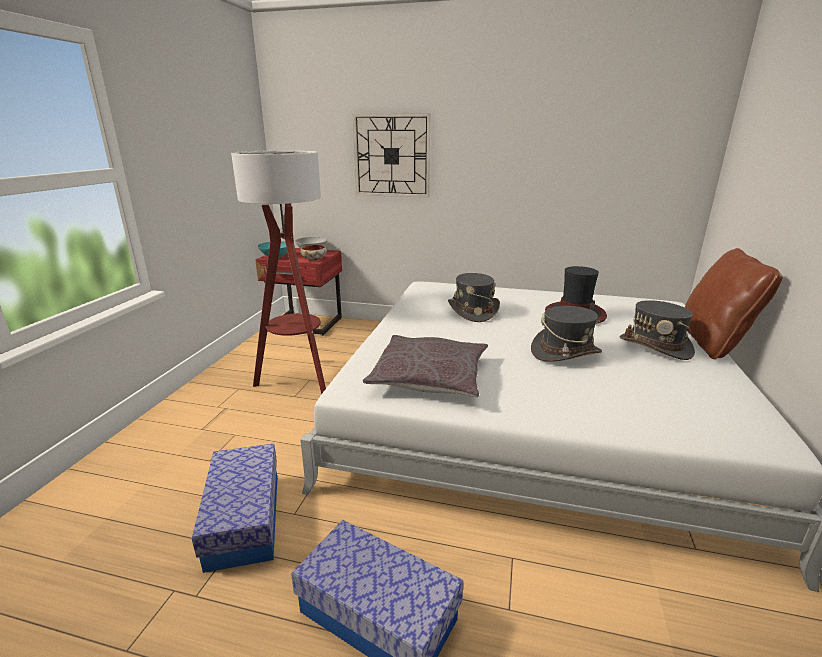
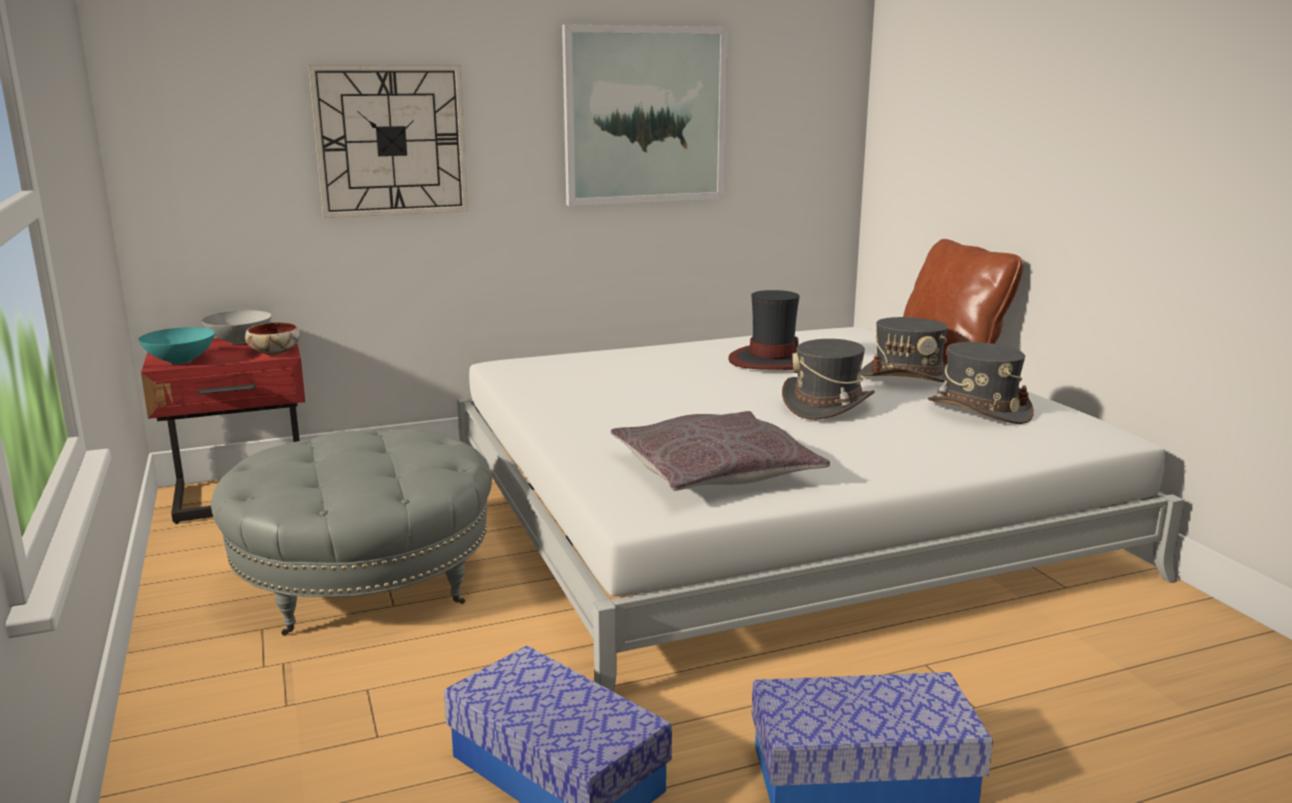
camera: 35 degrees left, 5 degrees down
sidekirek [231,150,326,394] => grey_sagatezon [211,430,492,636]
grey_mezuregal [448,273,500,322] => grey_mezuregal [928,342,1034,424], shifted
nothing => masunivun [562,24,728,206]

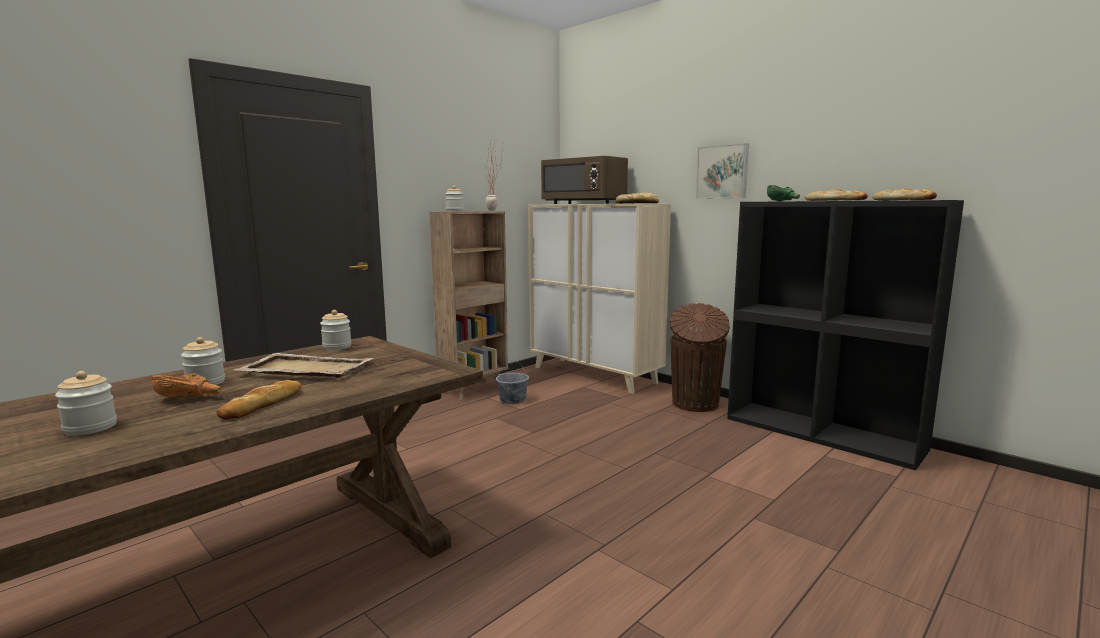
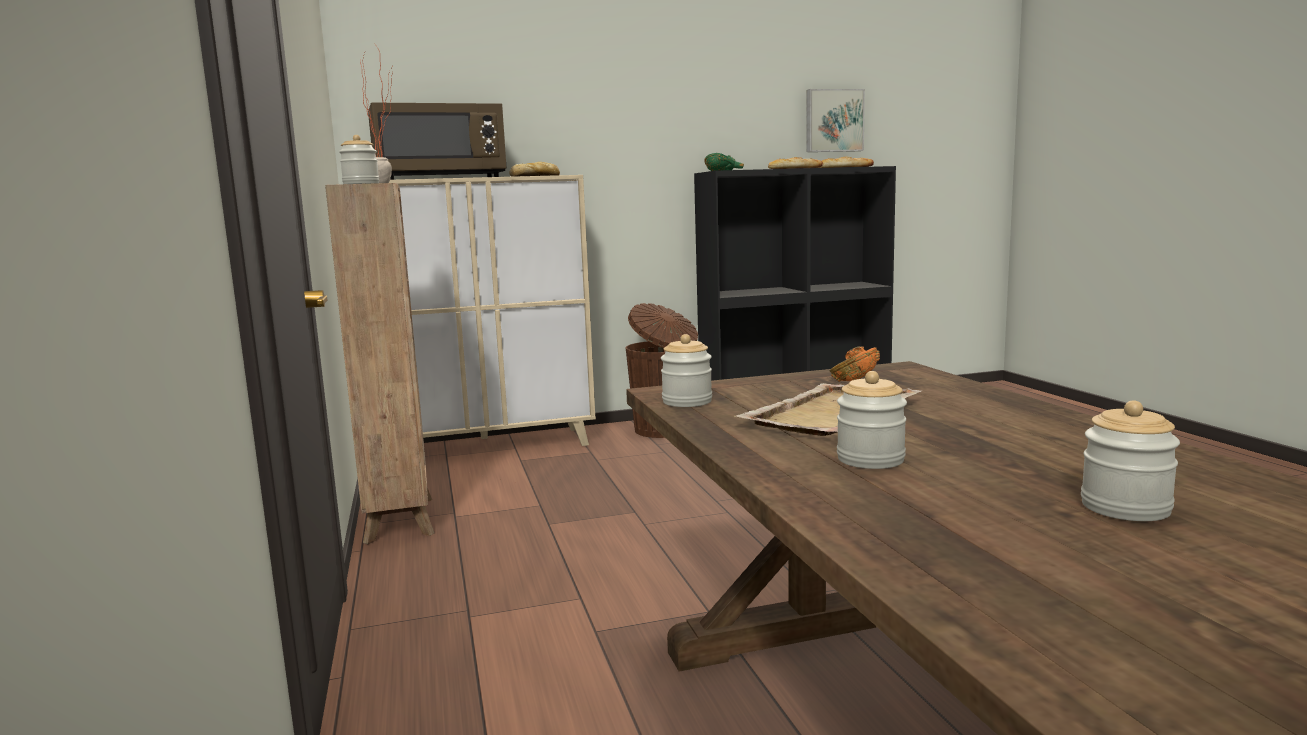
camera: 60 degrees left, 0 degrees up
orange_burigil [151,373,221,397] => orange_burigil [829,346,880,382], shifted
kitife [217,380,302,419] => nothing
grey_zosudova [496,361,529,404] => nothing
masunivun [696,143,749,199] => masunivun [807,89,865,152], shifted

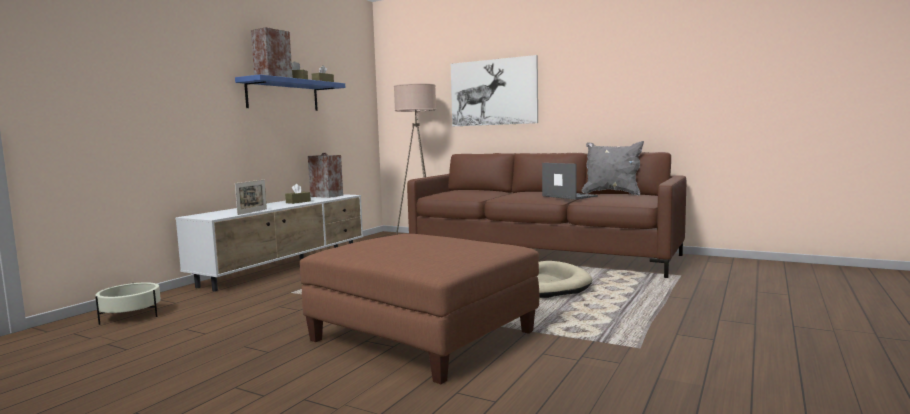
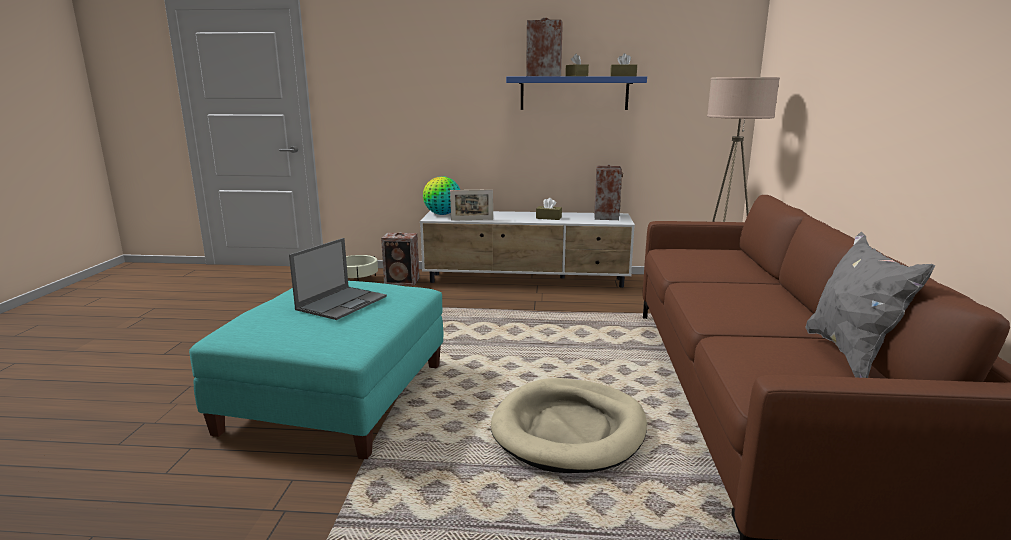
camera: 65 degrees right, 10 degrees up
brown_sagatezon [300,234,539,384] => turquoise_sagatezon [189,281,444,460]
masunivun [451,55,538,126] => nothing
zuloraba [542,163,598,200] => zuloraba [289,238,387,320], shifted
nothing => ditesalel [381,233,419,286]
nothing => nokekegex [423,176,460,215]

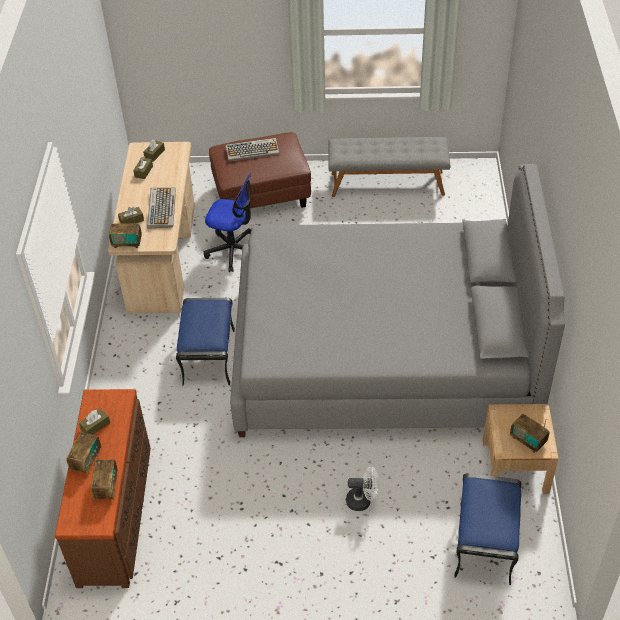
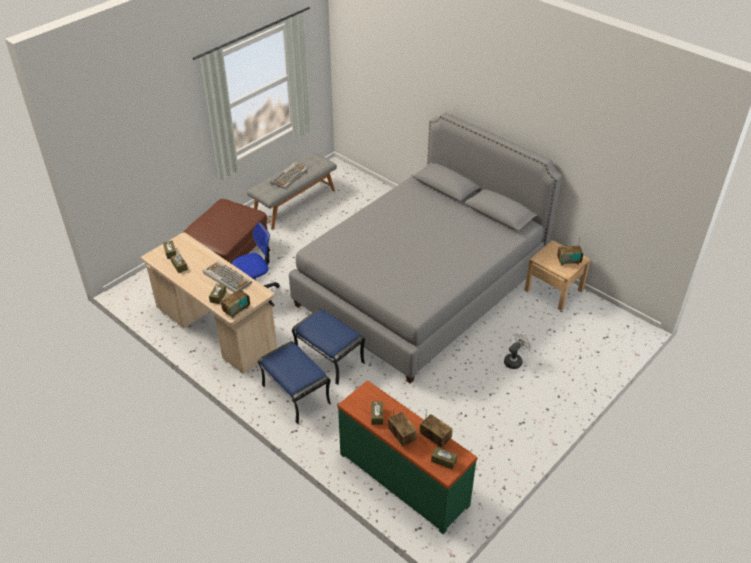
camera: 50 degrees left, 5 degrees down
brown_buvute [55,389,151,588] => green_buvute [337,380,477,534]
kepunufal [225,138,279,161] => kepunufal [270,162,308,189], shifted
blue_sagatezon [454,473,521,585] => blue_sagatezon [258,341,331,424], shifted
nothing => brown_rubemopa [431,447,457,469]

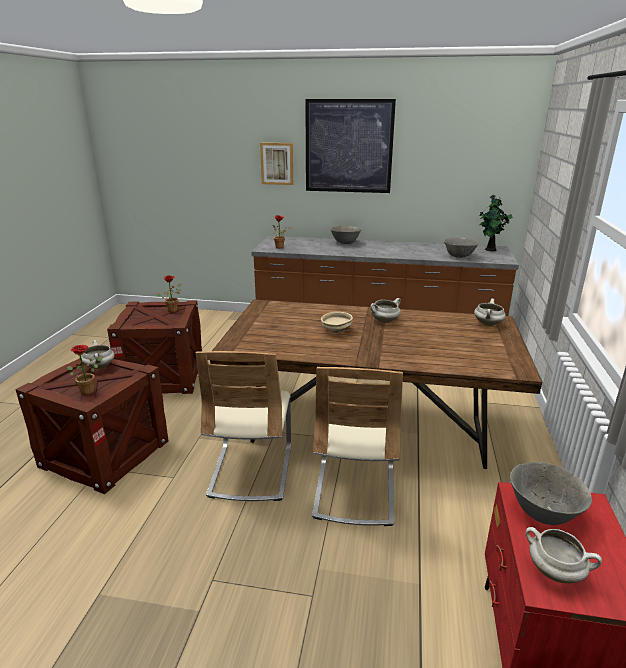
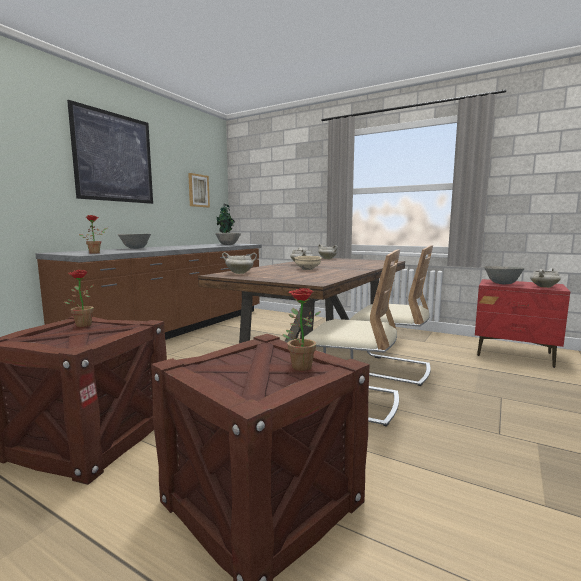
camera: 70 degrees left, 15 degrees down
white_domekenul [81,340,115,369] => white_domekenul [222,252,257,274], shifted
masunivun [260,143,293,185] => masunivun [188,173,210,207], shifted

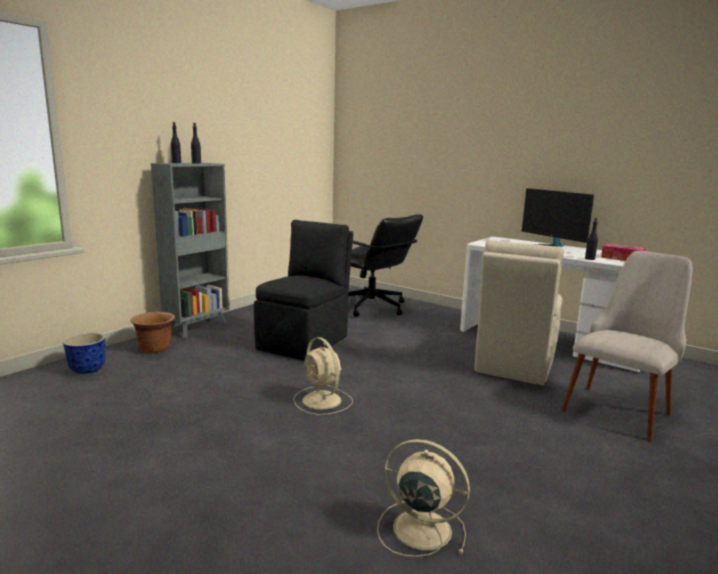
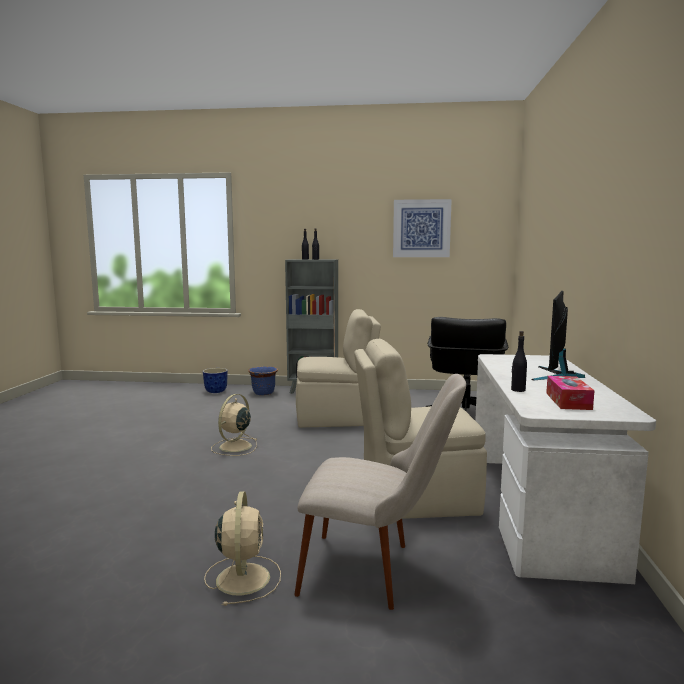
camera: 60 degrees right, 5 degrees down
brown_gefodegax [131,311,175,353] => blue_gefodegax [248,366,278,395]
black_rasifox [254,220,353,361] => beige_rasifox [296,309,381,428]
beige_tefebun [377,439,470,557] => beige_tefebun [204,491,281,606], shifted
nothing => masunivun [393,199,452,257]

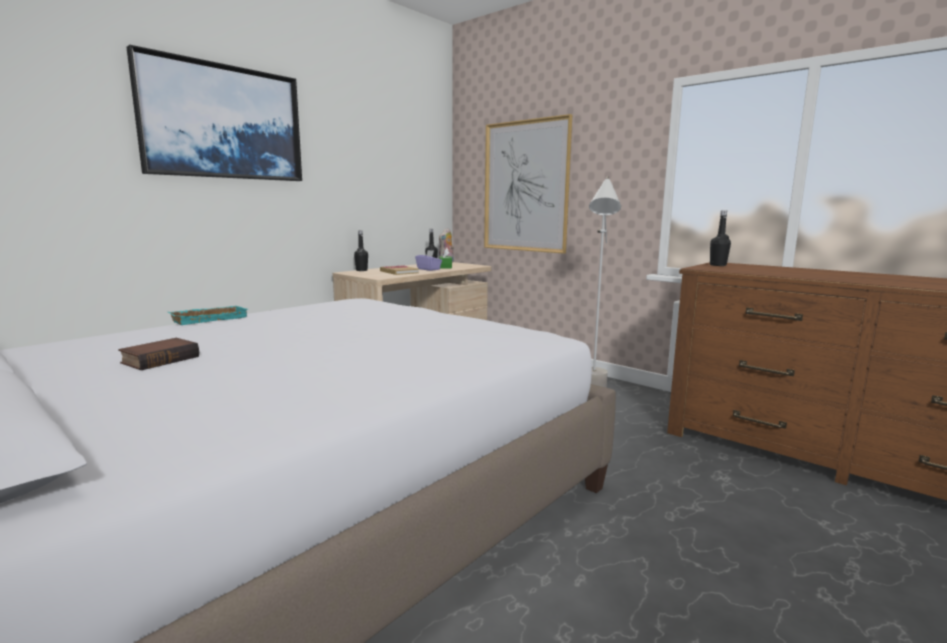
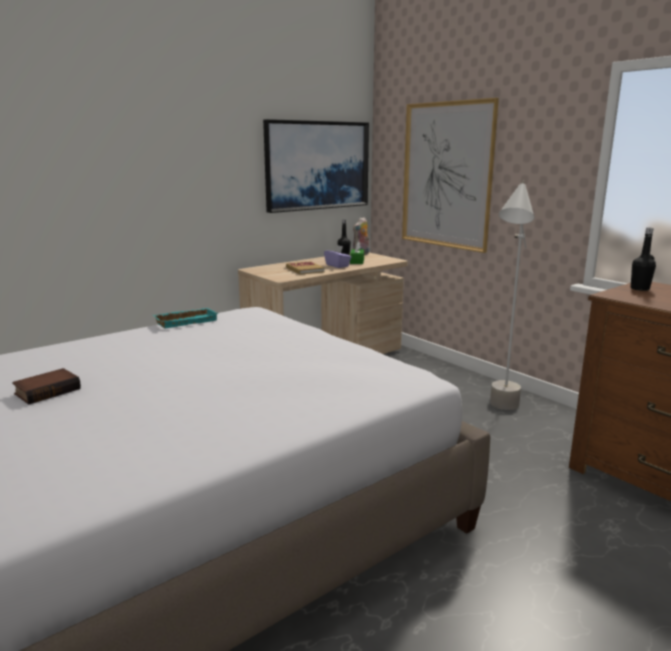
camera: 10 degrees right, 5 degrees up
masunivun [126,45,302,181] => masunivun [263,119,369,213], shifted
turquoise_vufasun [167,306,248,325] => turquoise_vufasun [153,308,218,328], shifted
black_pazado [354,230,368,271] => nothing

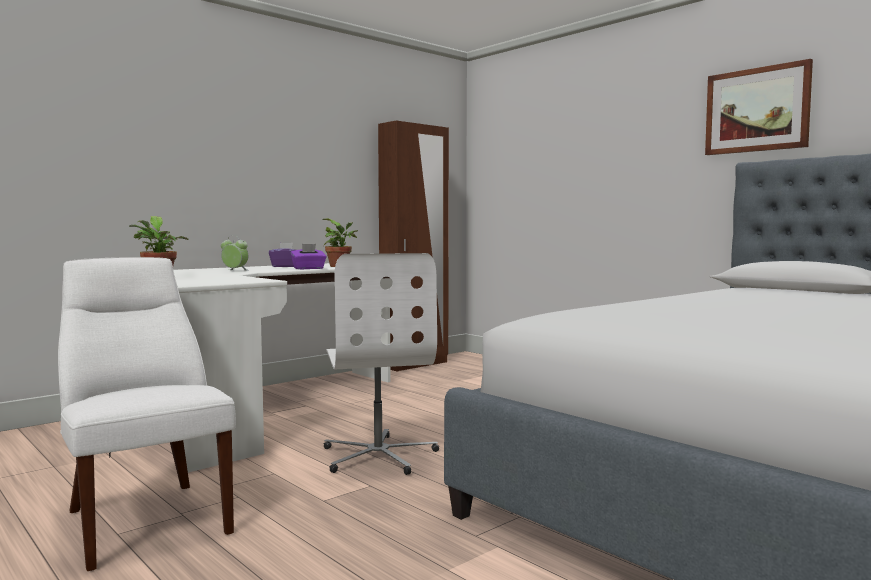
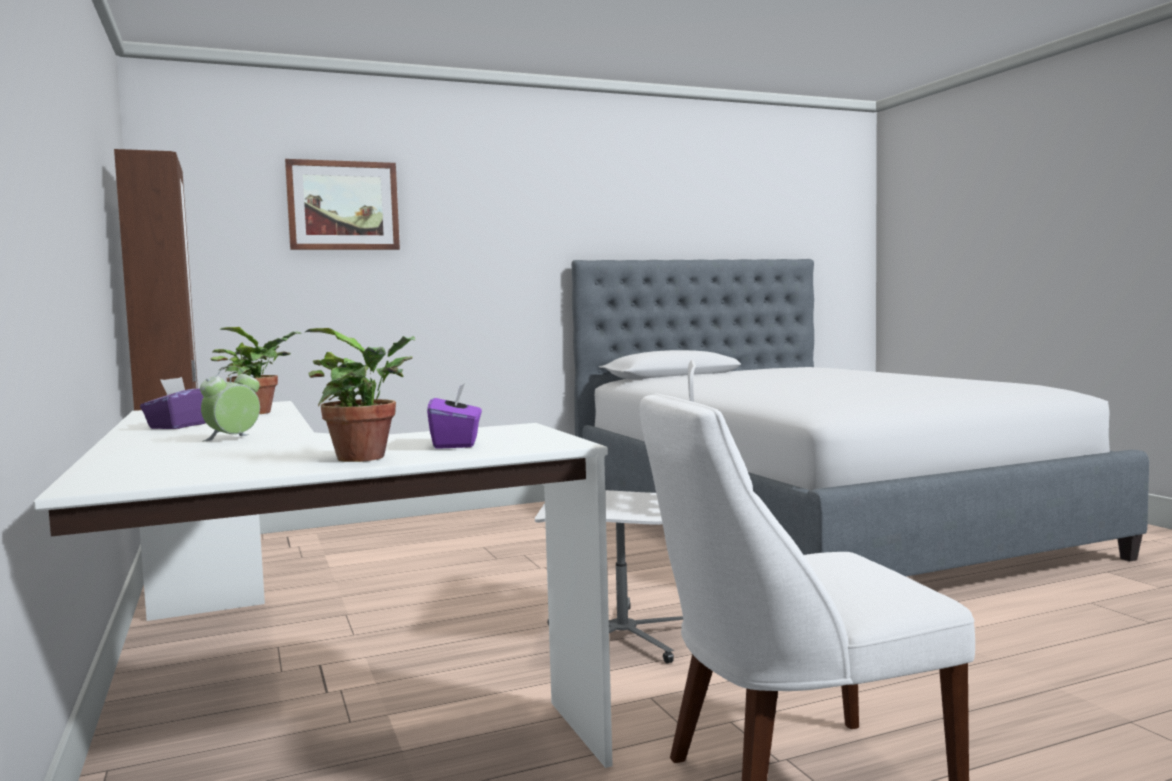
camera: 70 degrees left, 0 degrees up
purple_rubemopa [291,244,326,269] => purple_rubemopa [427,383,482,449], shifted
masunivun [705,59,813,155] => masunivun [285,159,400,250], shifted

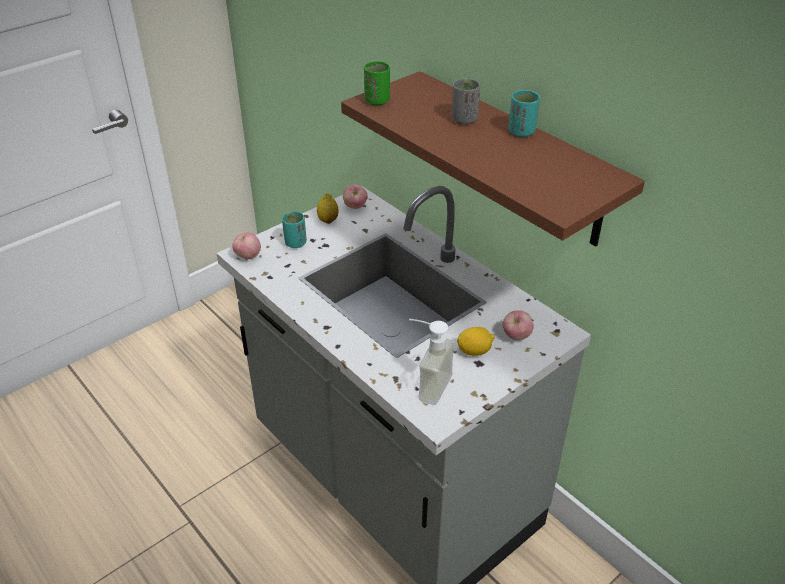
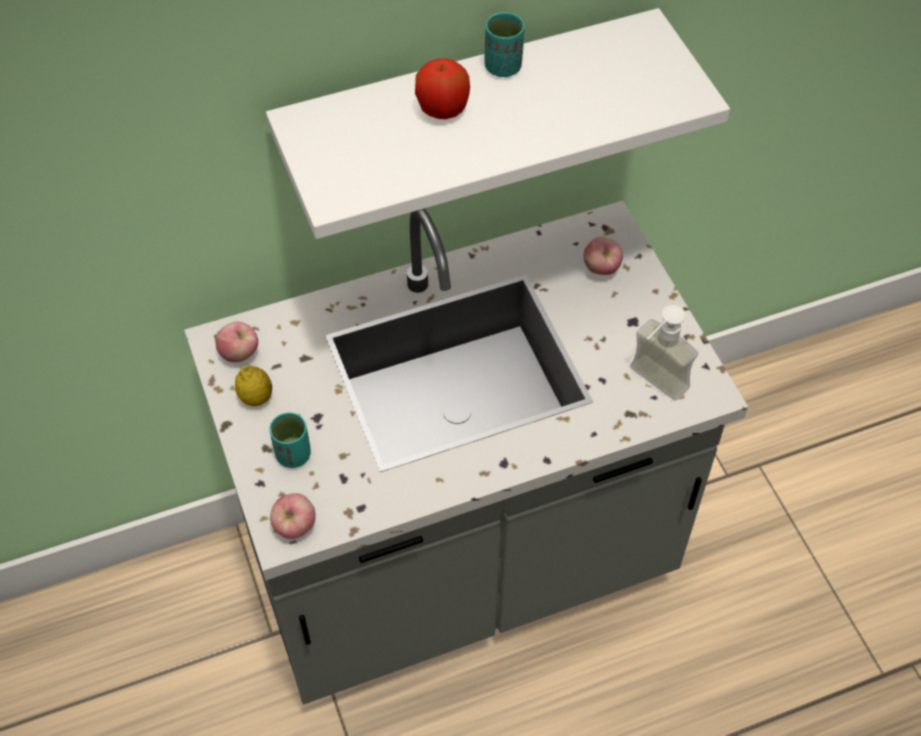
camera: 70 degrees left, 15 degrees up
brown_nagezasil [341,71,645,247] => white_nagezasil [266,8,730,239]
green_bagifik [364,61,390,106] => nothing
grey_bagifik [452,78,480,124] => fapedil [415,58,470,119]
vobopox [457,327,495,356] => nothing

